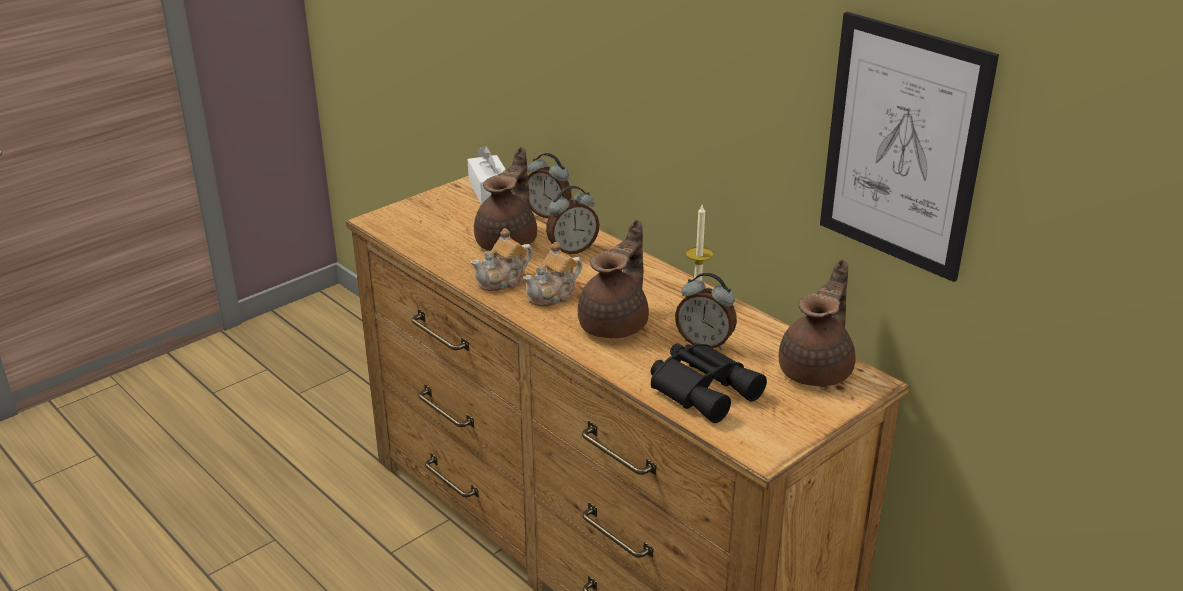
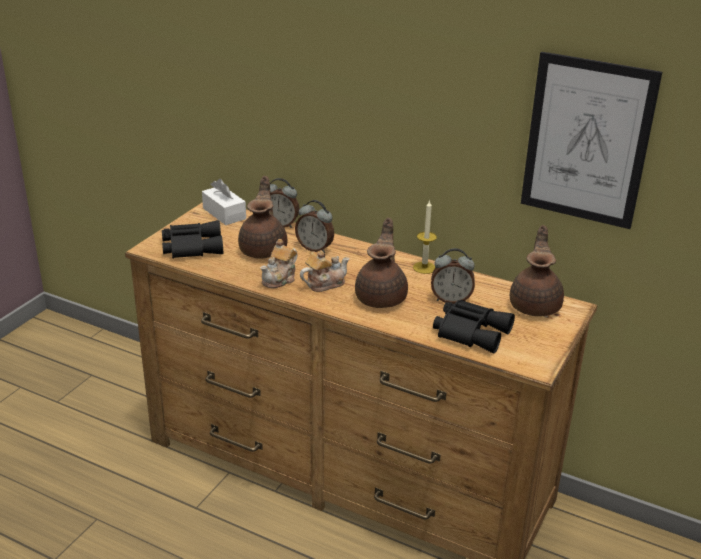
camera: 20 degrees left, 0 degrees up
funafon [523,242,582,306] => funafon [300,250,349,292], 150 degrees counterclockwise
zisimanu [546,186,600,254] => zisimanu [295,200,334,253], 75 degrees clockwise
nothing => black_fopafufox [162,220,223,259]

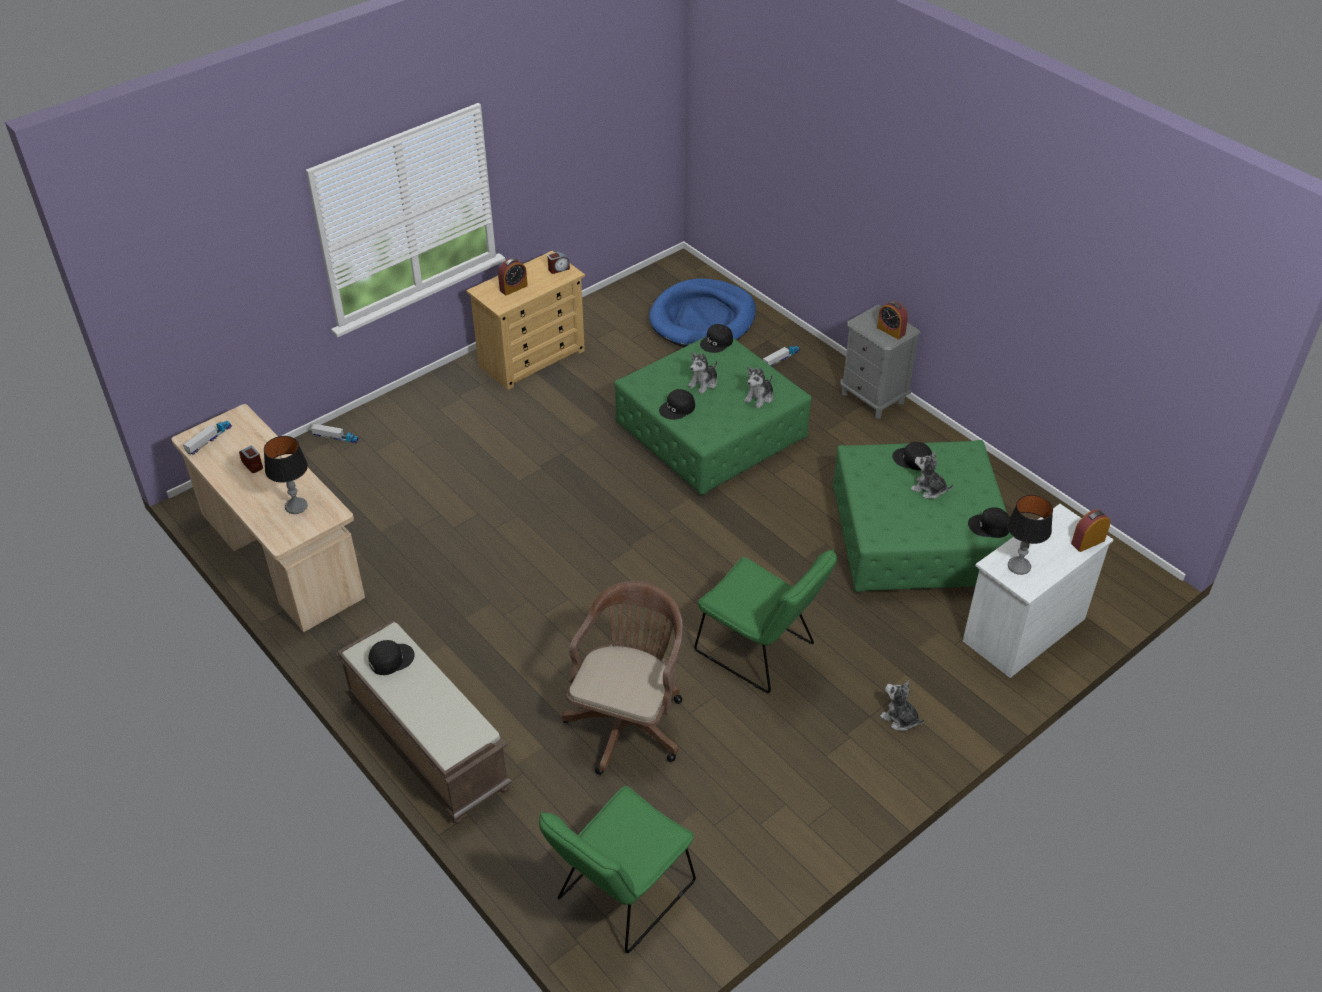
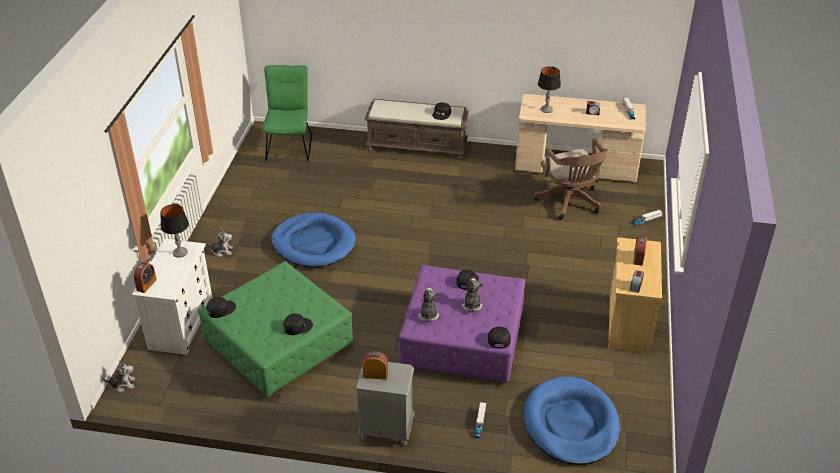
camera: 140 degrees right, 5 degrees down
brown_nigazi [562,581,683,775] => brown_nigazi [534,138,608,220], shifted
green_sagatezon [614,336,812,495] => purple_sagatezon [398,265,525,383]
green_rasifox [694,549,837,693] => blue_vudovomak [271,212,356,267]
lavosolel [911,451,953,499] => lavosolel [103,360,135,392], shifted

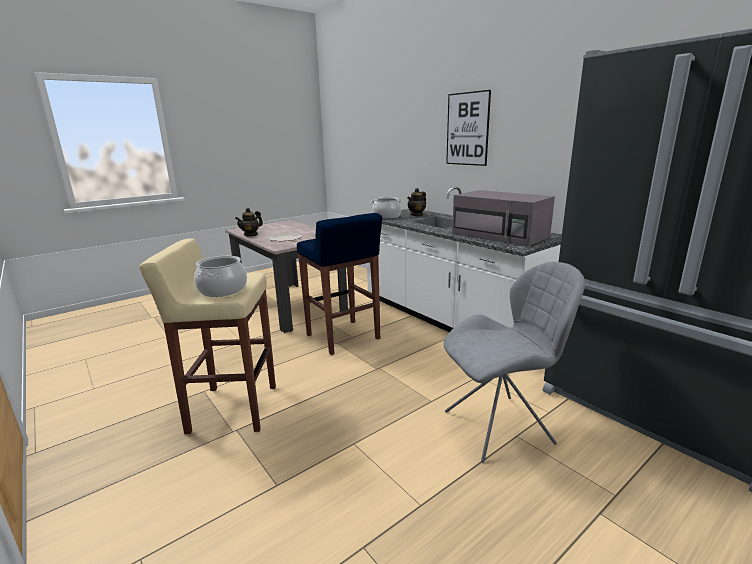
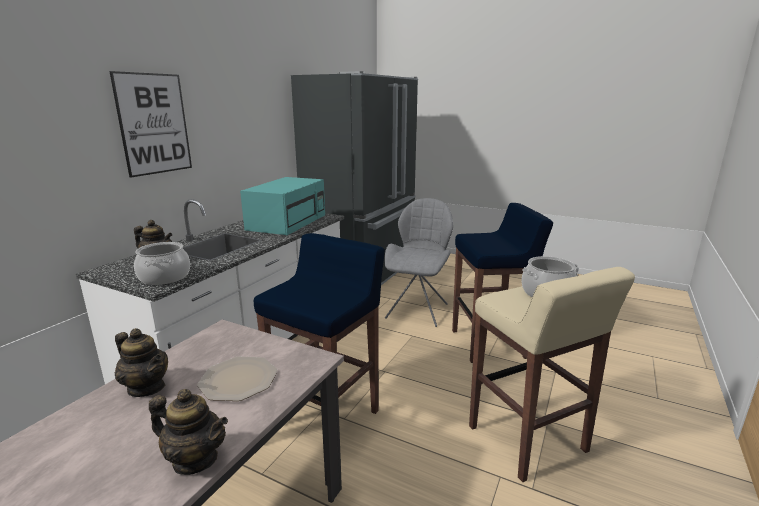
camera: 115 degrees left, 0 degrees up
grey_rasifox [443,262,585,463] => grey_rasifox [385,198,453,327], 60 degrees clockwise
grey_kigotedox [452,190,555,247] => turquoise_kigotedox [240,177,325,235]
nothing => funafon [115,328,168,397]
nothing => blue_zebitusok [452,203,553,363]

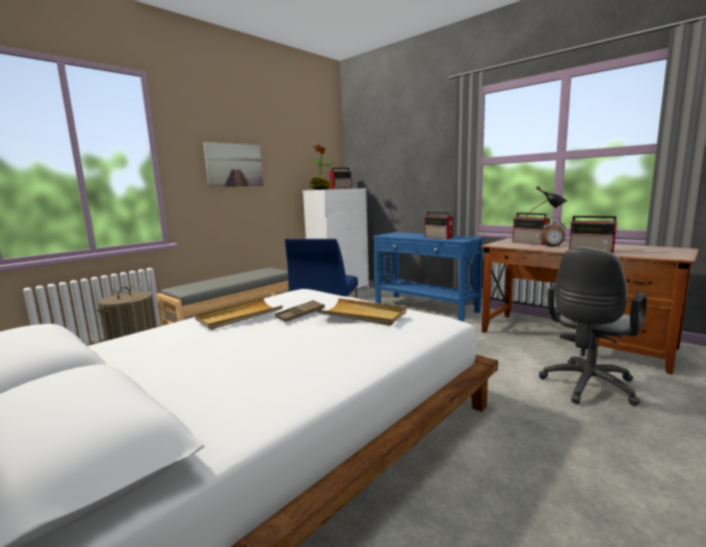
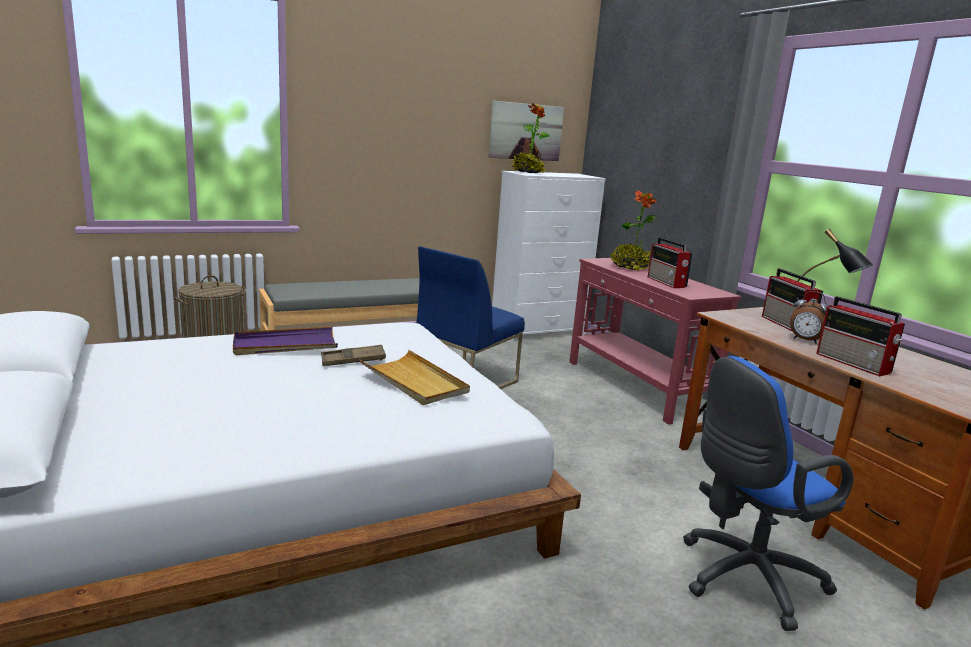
camera: 20 degrees right, 5 degrees up
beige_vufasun [195,298,283,330] => purple_vufasun [233,327,338,355]
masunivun [203,142,263,187] => masunivun [489,101,564,161], shifted
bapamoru [329,168,352,189] => nothing
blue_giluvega [373,232,484,322] => red_giluvega [569,258,741,425]
grey_nigazi [539,247,647,406] => blue_nigazi [683,356,853,631]
nothing => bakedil [610,190,658,271]

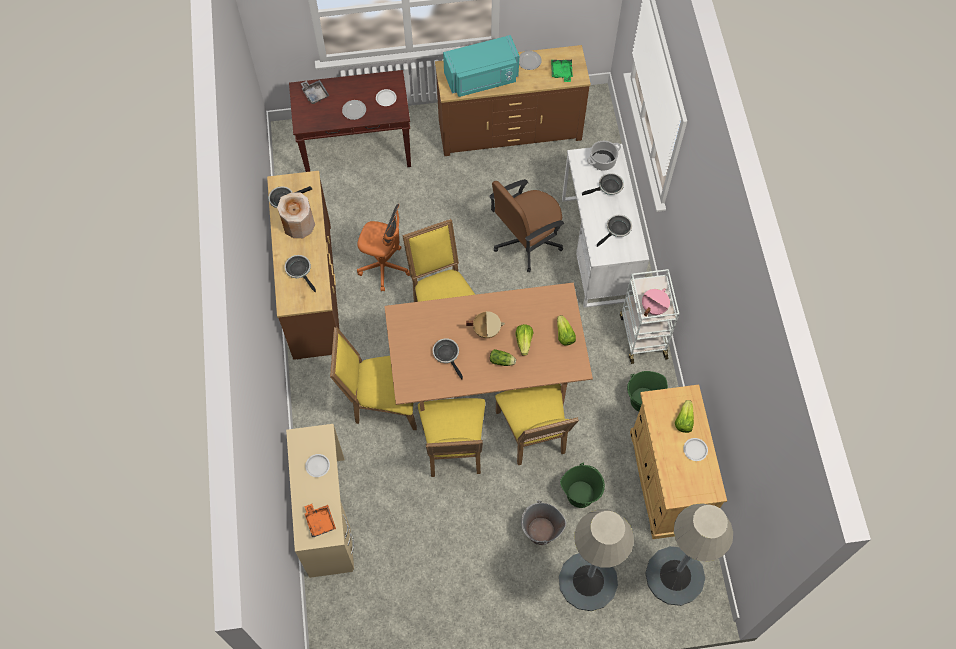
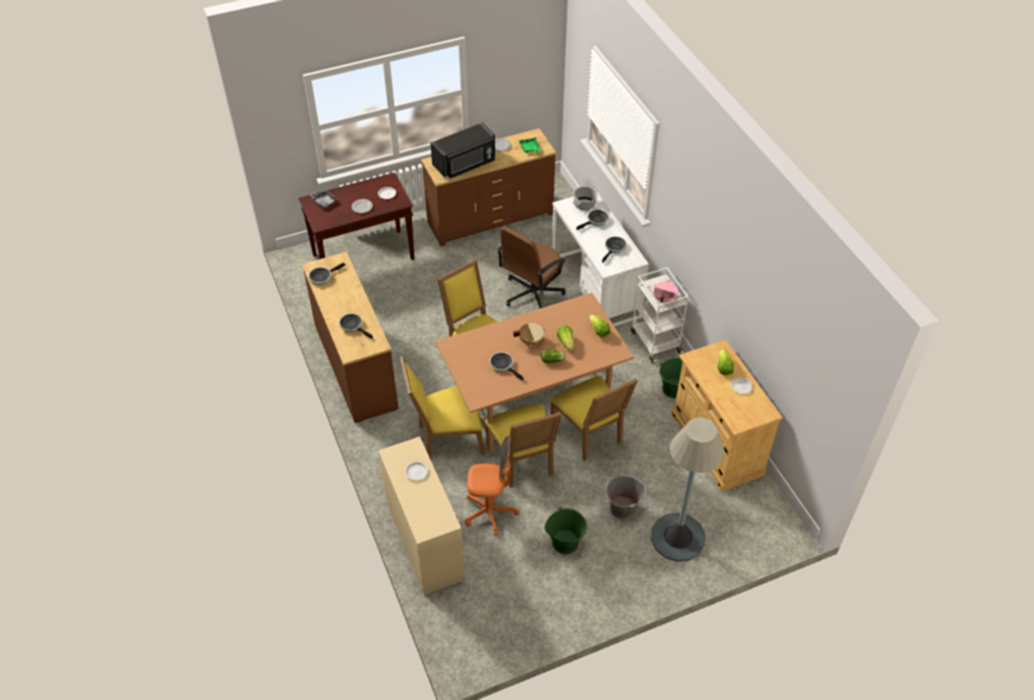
camera: 15 degrees left, 15 degrees down
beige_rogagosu [277,192,315,238] => nothing
orange_vufasun [304,504,336,537] => nothing
orange_nigazi [357,204,410,291] => orange_nigazi [465,436,519,536], shifted
turquoise_kigotedox [443,35,519,97] => black_kigotedox [431,123,495,178]
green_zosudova [560,463,605,508] => green_zosudova [544,507,587,554], shifted
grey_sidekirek [646,503,733,606] => nothing

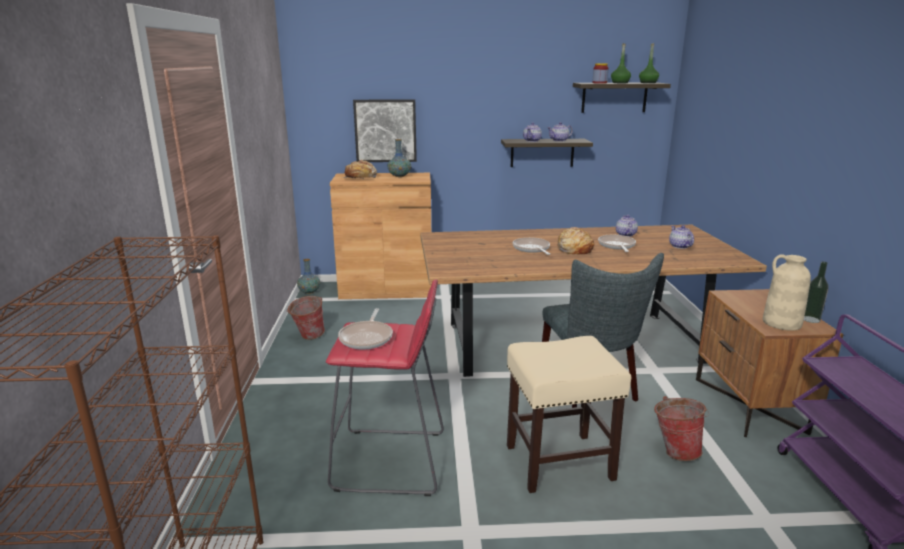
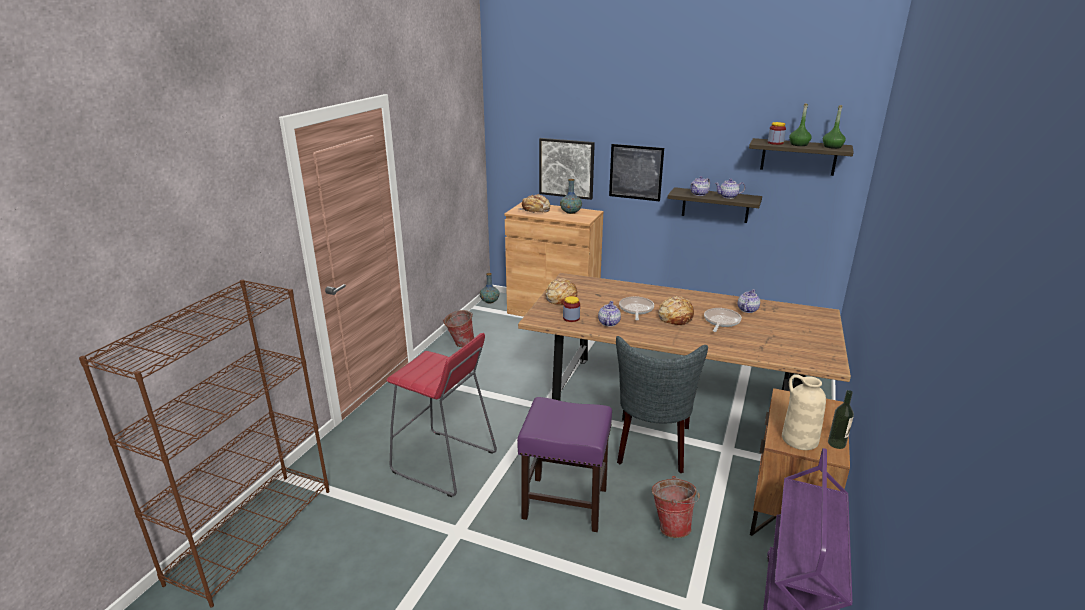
camera: 25 degrees right, 5 degrees up
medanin [338,308,393,349] => nothing
beige_zebitusok [507,336,631,493] => purple_zebitusok [517,397,612,532]
funafon [669,225,694,249] => funafon [598,301,621,327], shifted
nothing => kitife [545,278,577,305]
nothing => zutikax [563,296,580,322]
nothing => masunivun [609,144,664,201]

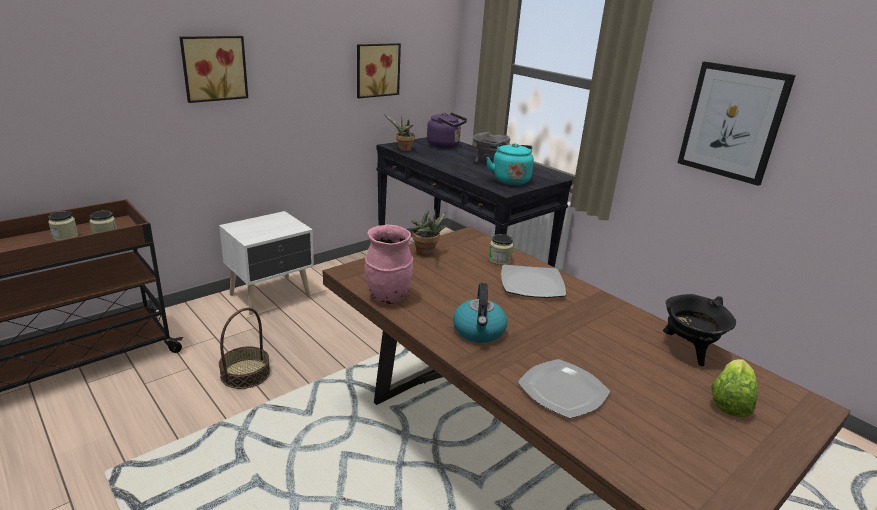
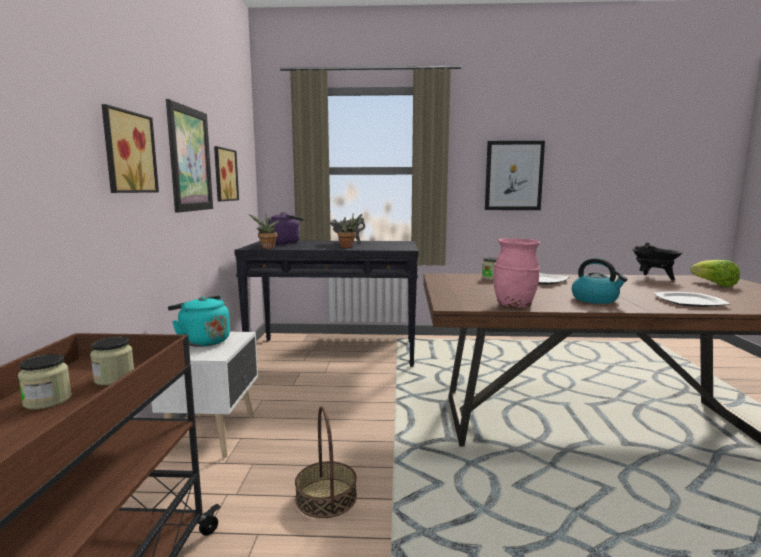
camera: 45 degrees left, 15 degrees down
bakedil [410,209,447,256] => bakedil [338,214,362,248], shifted
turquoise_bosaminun [486,143,534,185] => turquoise_bosaminun [168,295,230,347], shifted
nothing => masunivun [166,99,213,213]

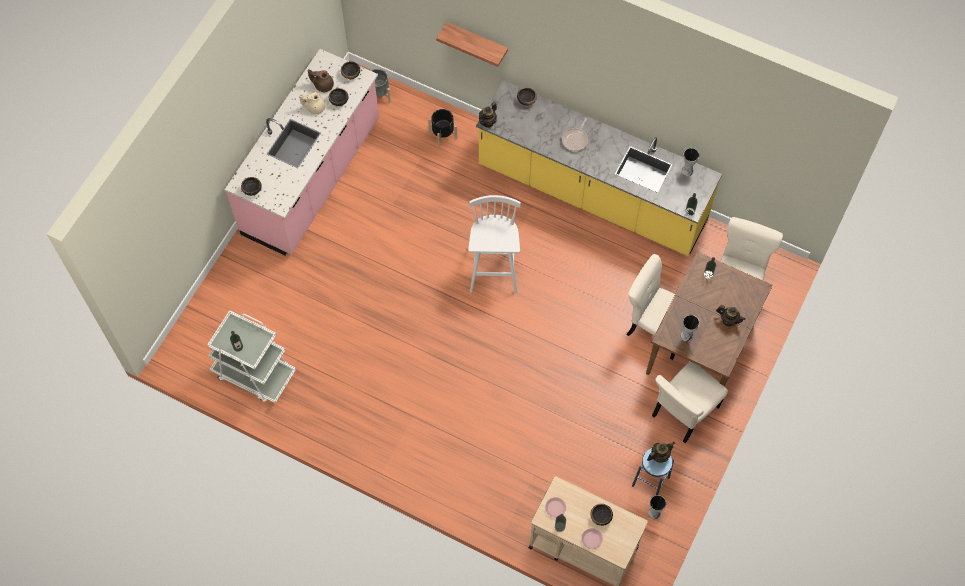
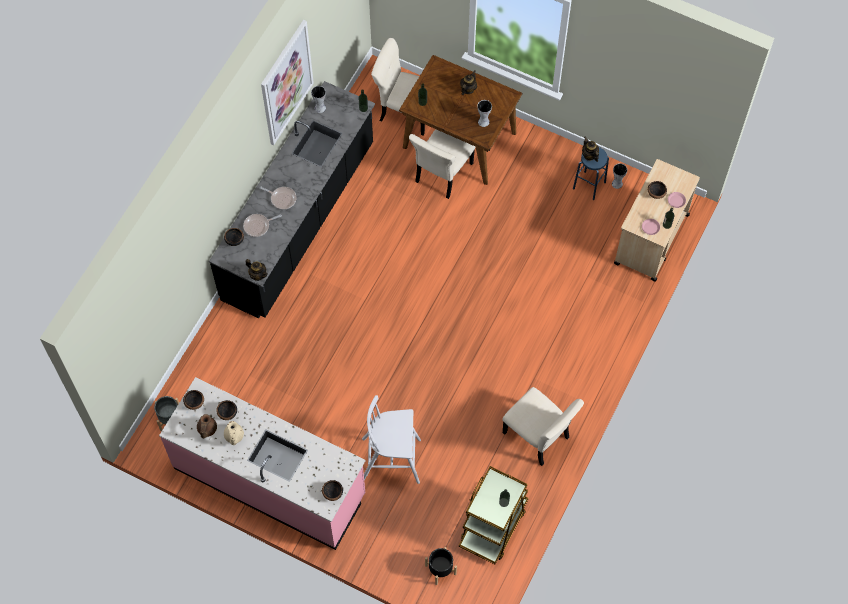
camera: 90 degrees left, 0 degrees up
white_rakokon [207,310,296,403] => brown_rakokon [459,466,528,564]
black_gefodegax [428,109,457,147] => black_gefodegax [425,547,457,585], shifted
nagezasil [436,22,508,67] => nothing
white_zebitusok [468,195,521,293] => white_zebitusok [362,395,421,484], shifted
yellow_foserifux [476,80,722,256] => black_foserifux [209,81,375,318]
beige_rasifox [652,361,728,443] => beige_rasifox [502,387,584,466], shifted
nothing => medanin [243,214,282,237]
nothing => masunivun [261,20,314,145]

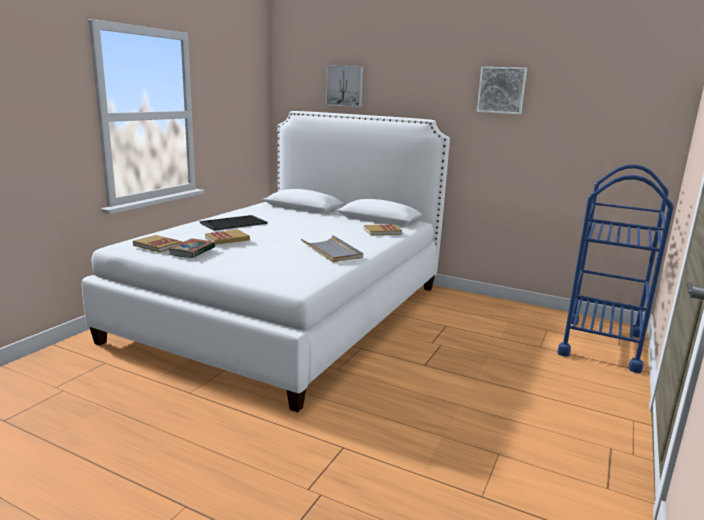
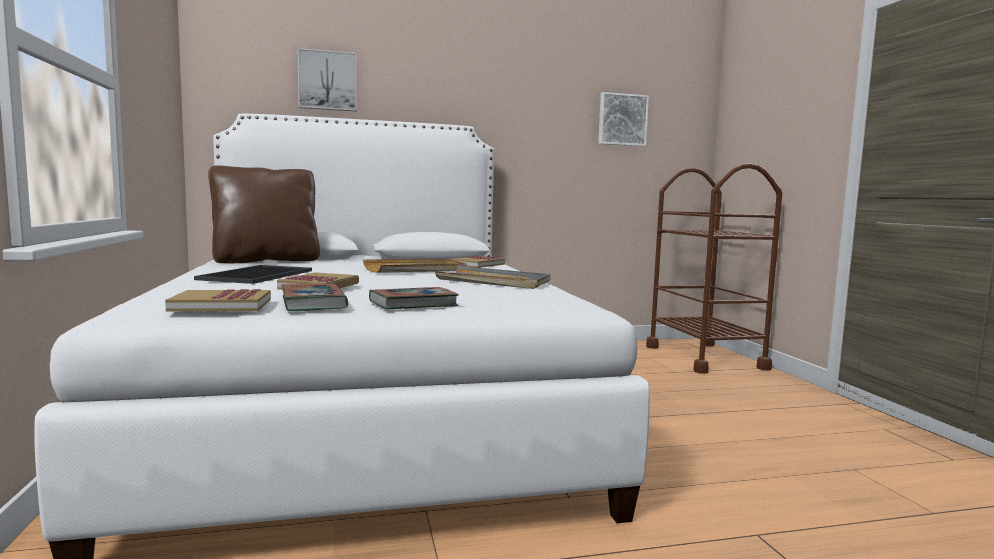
camera: 40 degrees left, 10 degrees down
masunivun [477,67,527,114] => masunivun [598,92,649,146], shifted
blue_rakokon [557,164,674,373] => brown_rakokon [646,163,782,374]
nothing => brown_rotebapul [208,166,320,263]
nothing => beige_vufasun [363,259,467,273]
nothing => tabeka [369,287,459,310]

